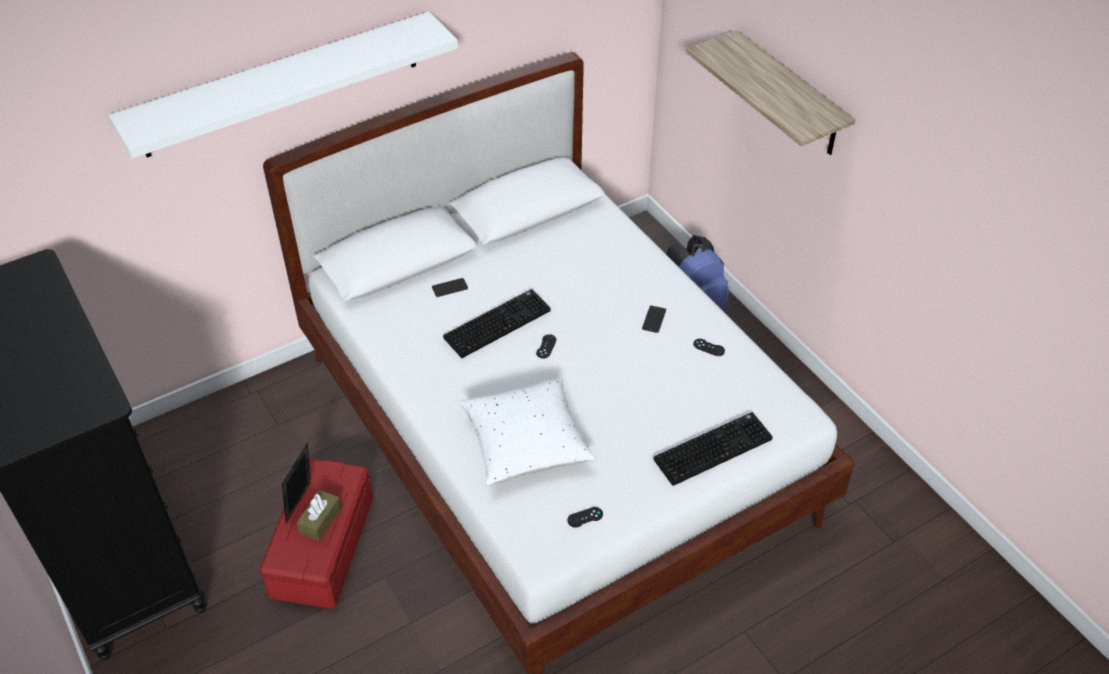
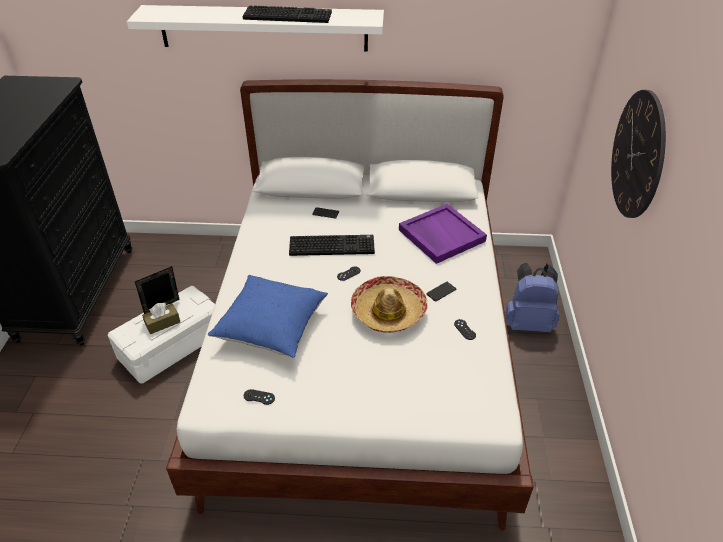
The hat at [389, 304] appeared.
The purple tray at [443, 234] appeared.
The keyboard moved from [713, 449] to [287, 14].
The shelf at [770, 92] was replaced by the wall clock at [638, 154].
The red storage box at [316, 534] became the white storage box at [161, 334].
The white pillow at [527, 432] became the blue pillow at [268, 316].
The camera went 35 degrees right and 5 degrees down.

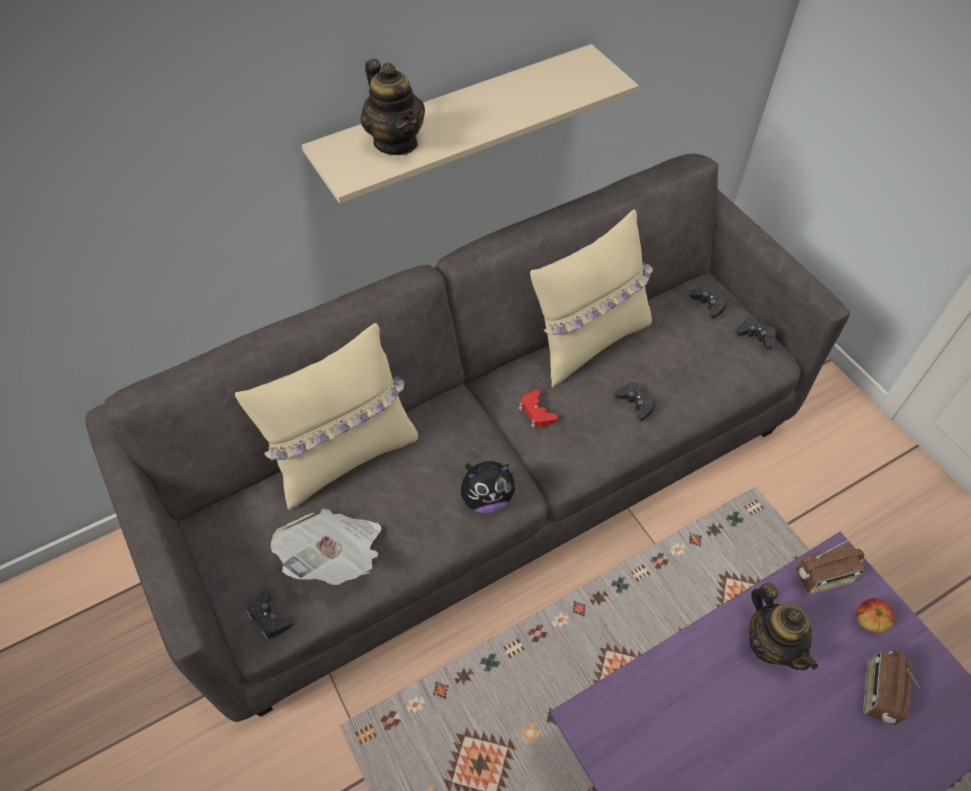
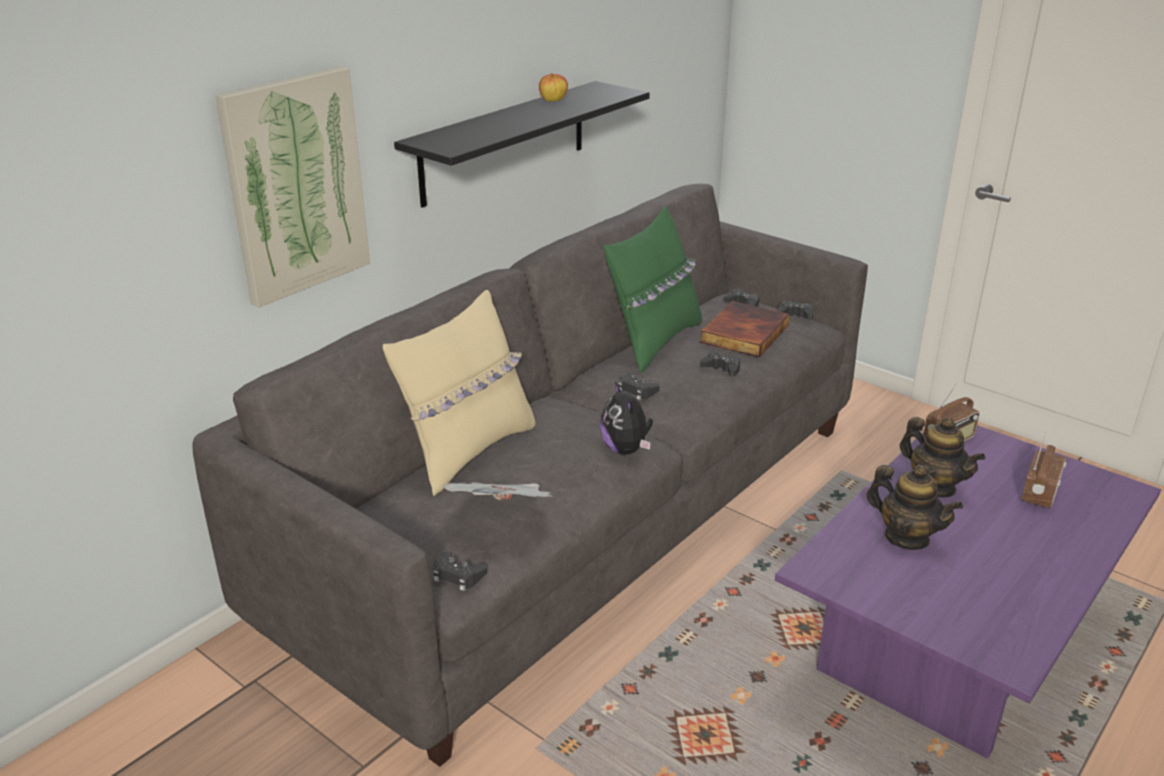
The picture at [292, 186] appeared.
The book at [745, 329] appeared.
The teapot moved from [393, 107] to [914, 507].
The apple moved from [875, 615] to [553, 87].
The beige shelf at [470, 123] became the black shelf at [522, 144].
The red game controller at [538, 408] became the black game controller at [639, 386].
The beige pillow at [591, 298] became the green pillow at [653, 290].
The plush toy at [488, 487] turned 105 degrees clockwise.
The radio at [891, 687] turned 150 degrees counterclockwise.
The camera went 20 degrees left and 25 degrees down.

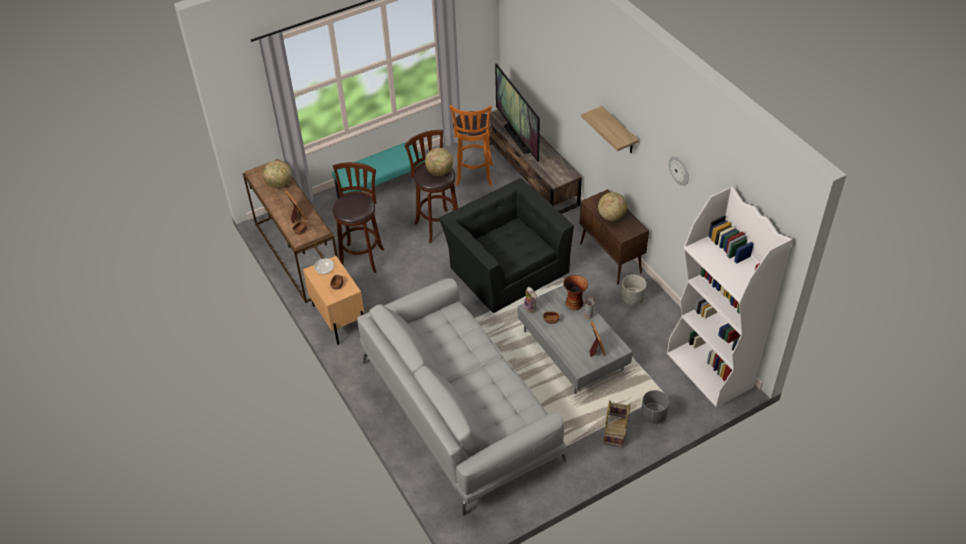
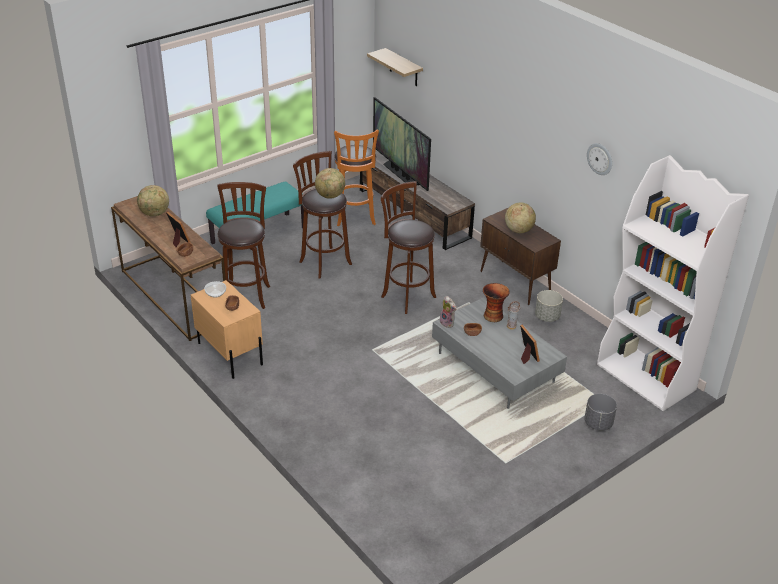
The grey sofa at [462, 397] disappeared.
The basket at [616, 423] disappeared.
The shelf moved from [610, 129] to [395, 67].
The black armchair at [506, 245] was replaced by the brown stool at [408, 247].
The camera went 10 degrees left and 10 degrees down.

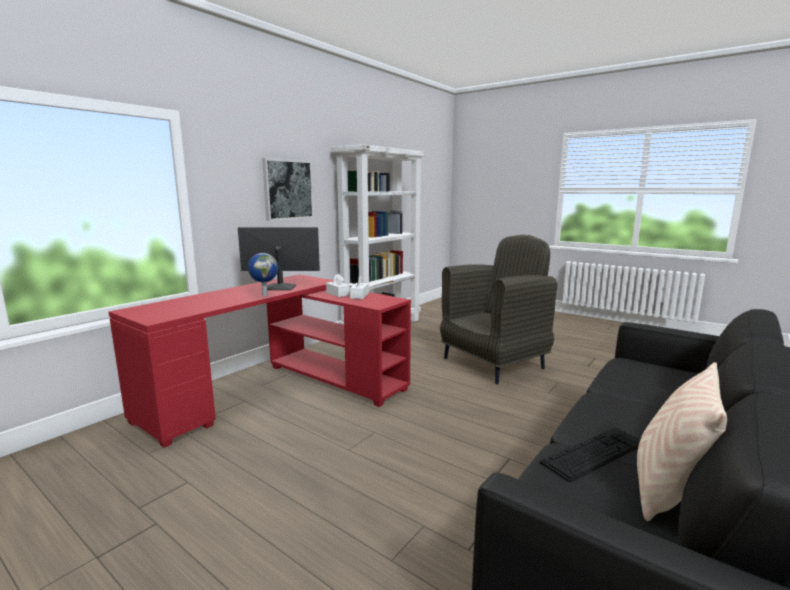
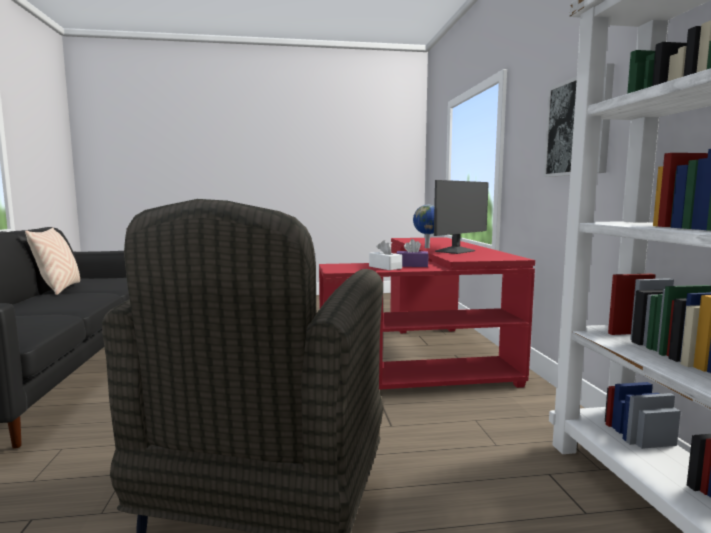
The keyboard at [590, 454] disappeared.
The white tissue box at [338, 285] became the purple tissue box at [412, 253].
The camera went 135 degrees right and 5 degrees down.

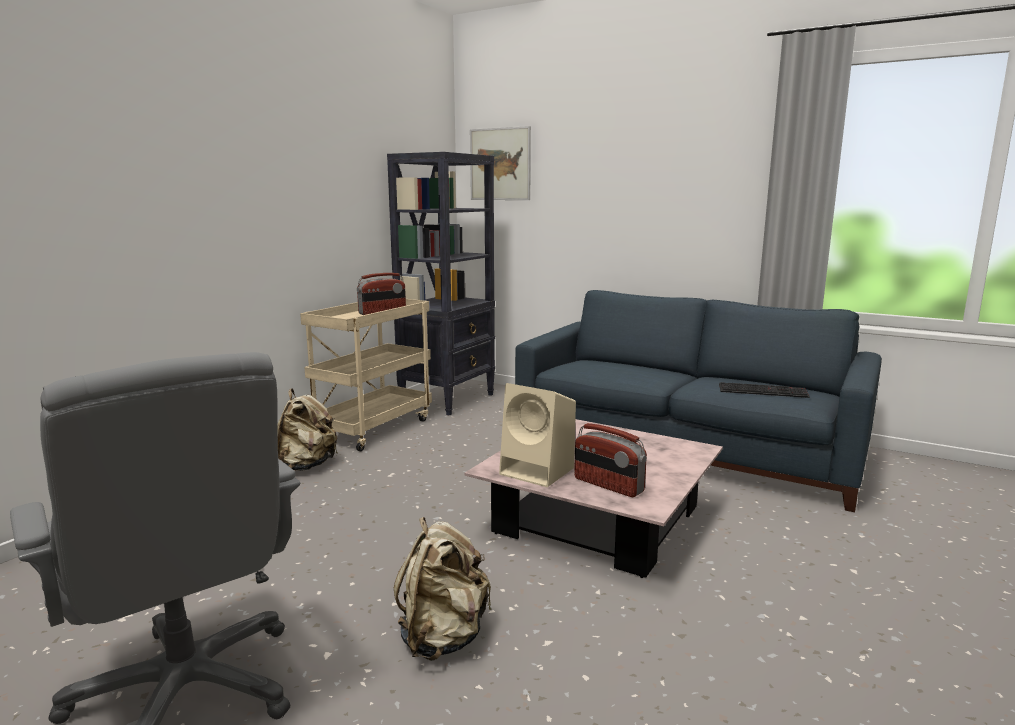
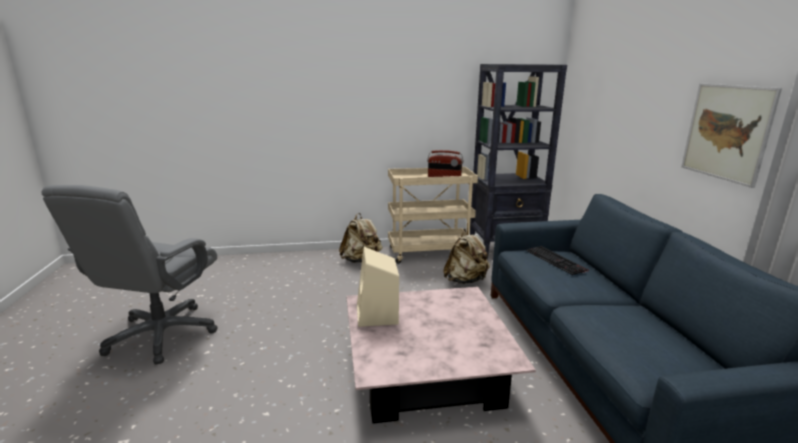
The radio at [610, 460] disappeared.
The beige backpack moved from [443, 589] to [466, 256].
The picture moved from [500, 163] to [731, 135].
The keyboard moved from [764, 390] to [557, 260].
The camera went 50 degrees right and 5 degrees up.

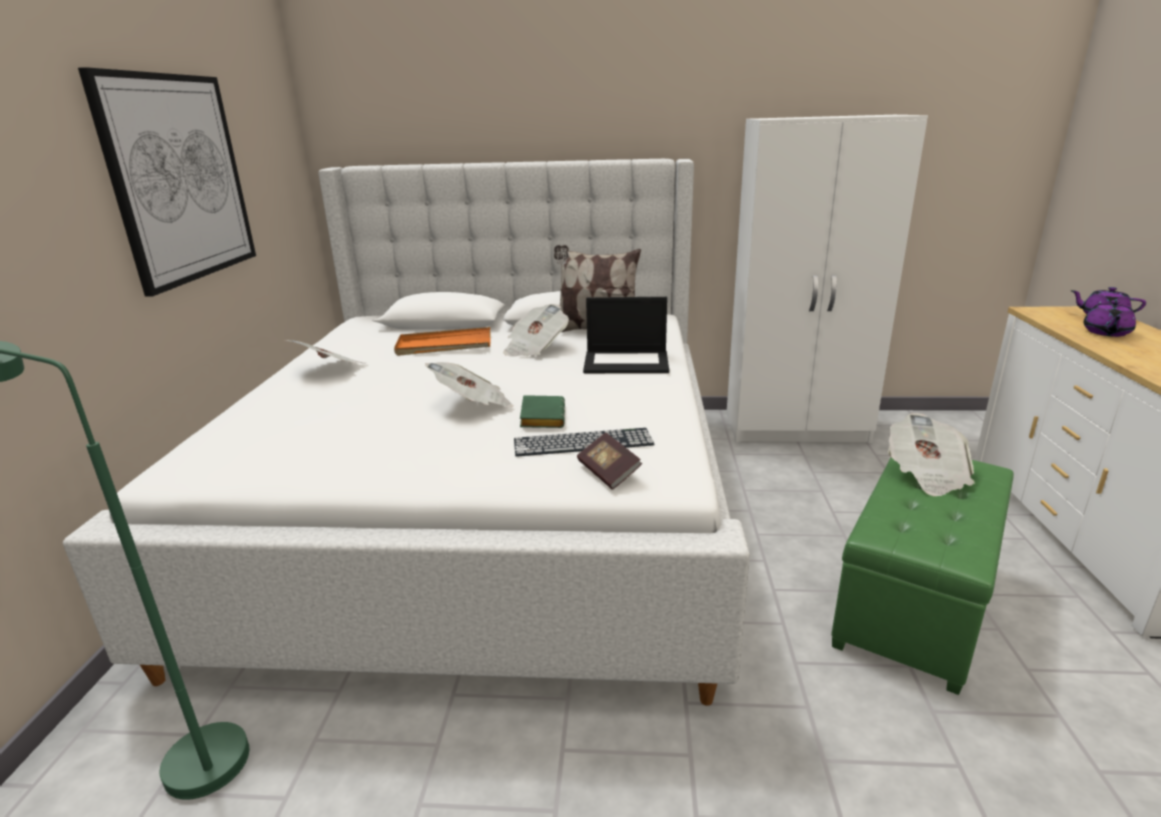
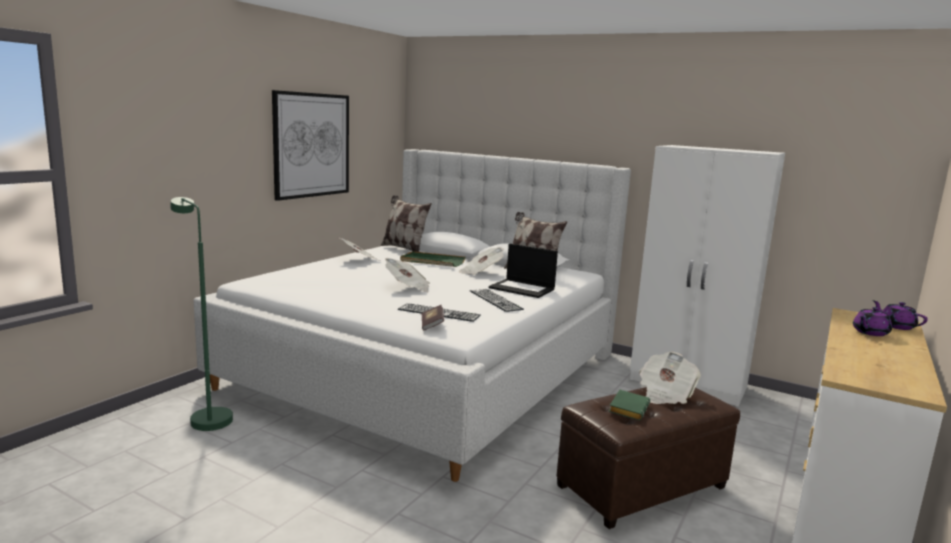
The pillow at [406, 223] appeared.
The keyboard at [497, 300] appeared.
The green book moved from [542, 411] to [629, 405].
The orange tray at [442, 341] became the green tray at [433, 259].
The green ottoman at [923, 576] became the brown ottoman at [648, 458].
The camera went 25 degrees right and 10 degrees down.

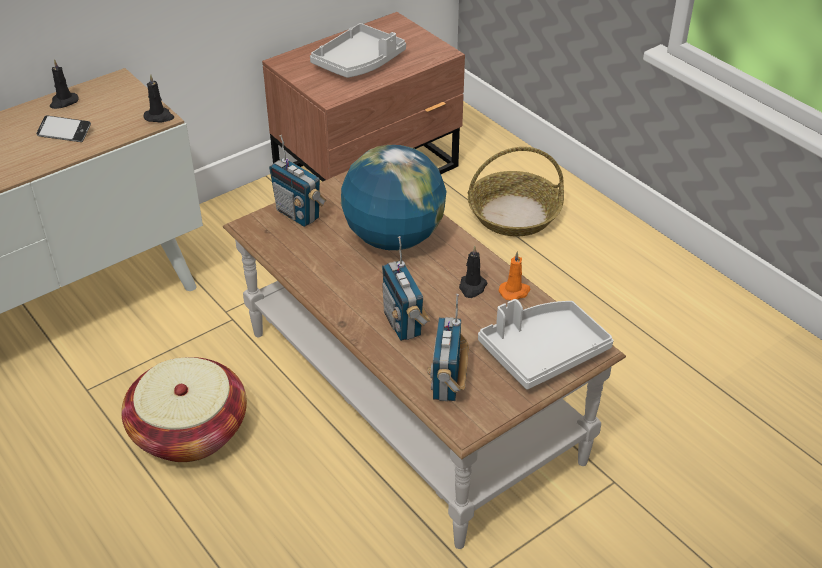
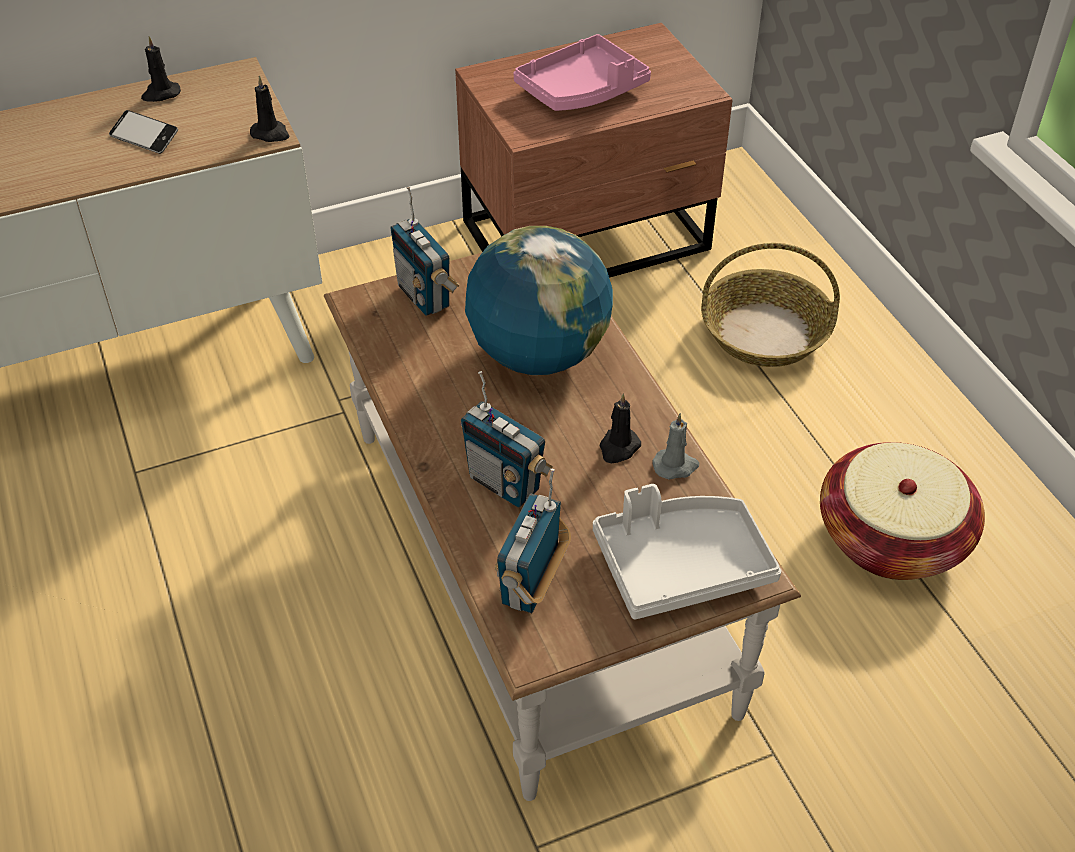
The basket moved from [184, 409] to [902, 511].
The grey tray at [358, 50] became the pink tray at [582, 72].
The orange candle at [515, 275] became the grey candle at [675, 446].
The radio at [406, 288] turned 45 degrees counterclockwise.
The camera went 15 degrees right and 5 degrees up.

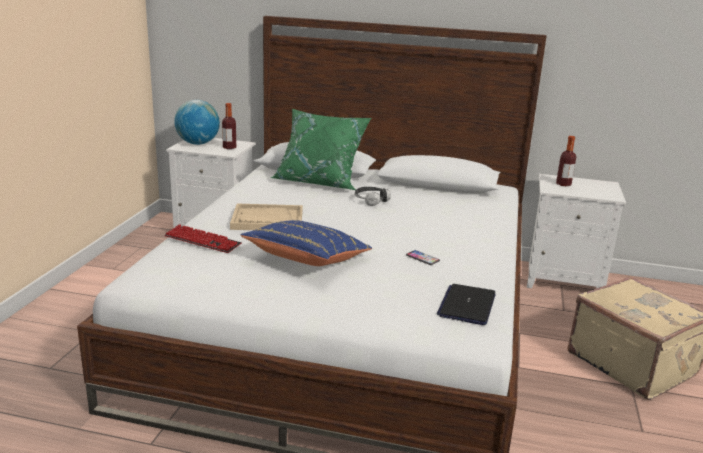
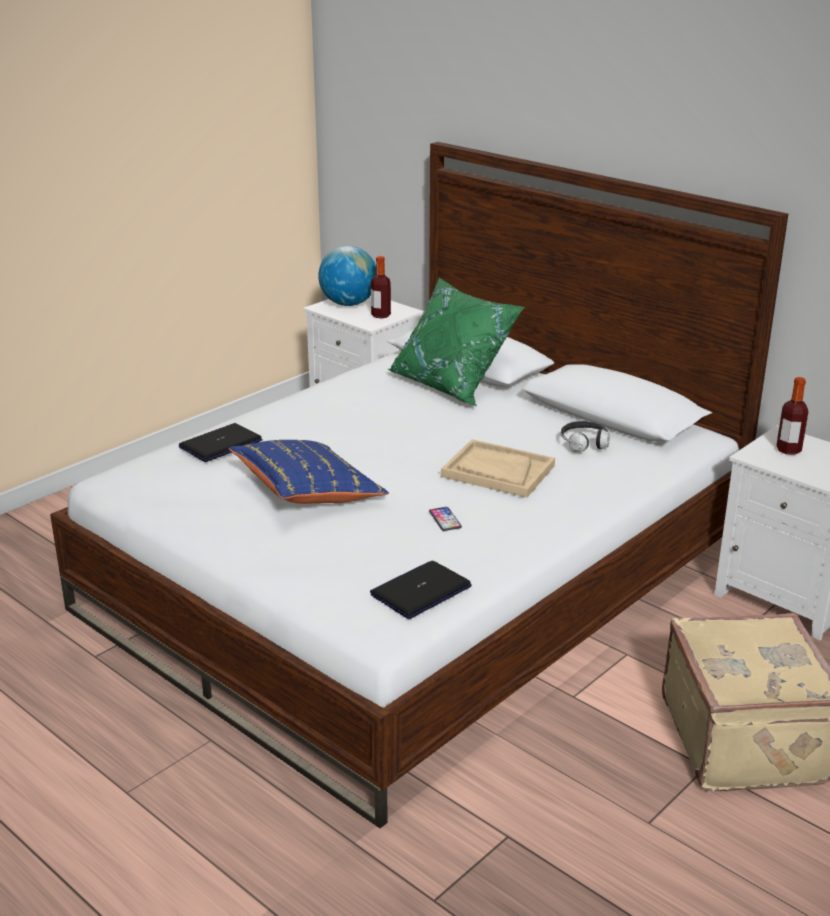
The beige tray moved from [266, 217] to [498, 468].
The headphones moved from [373, 196] to [585, 436].
The keyboard at [203, 238] was replaced by the laptop at [221, 442].
The camera went 30 degrees right and 5 degrees up.

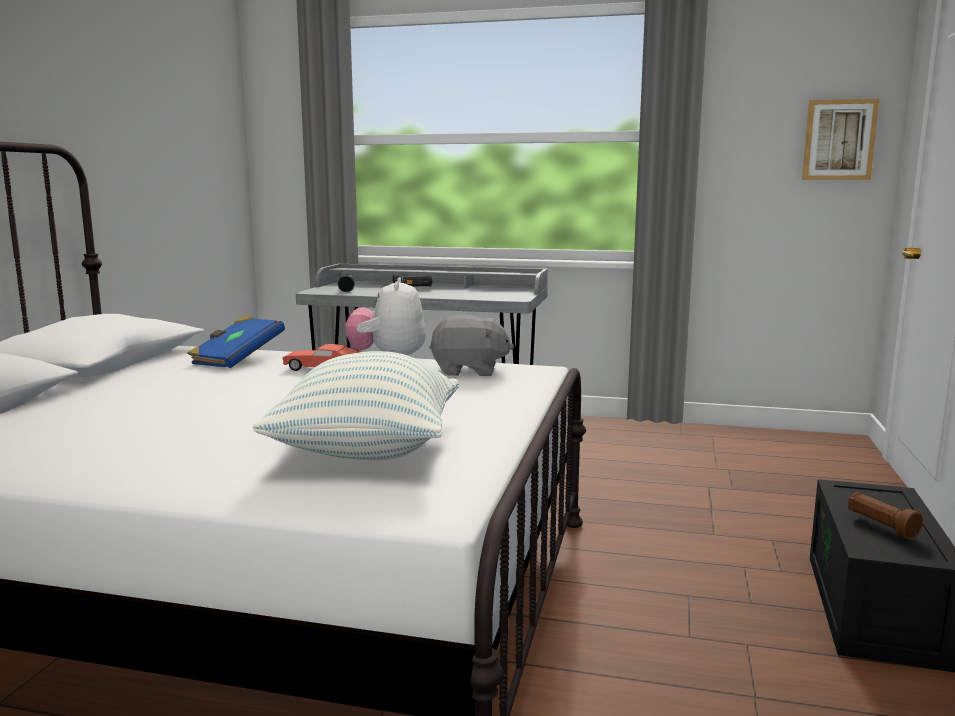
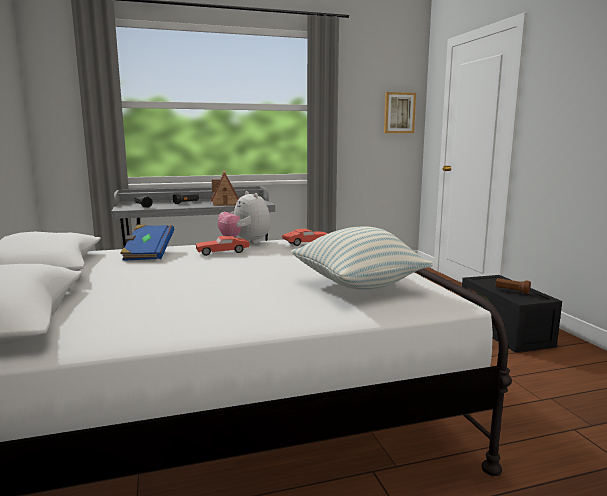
The toy house at [224, 188] appeared.
The grey plush toy at [471, 345] was replaced by the red toy car at [305, 237].
The camera went 30 degrees left and 0 degrees up.

